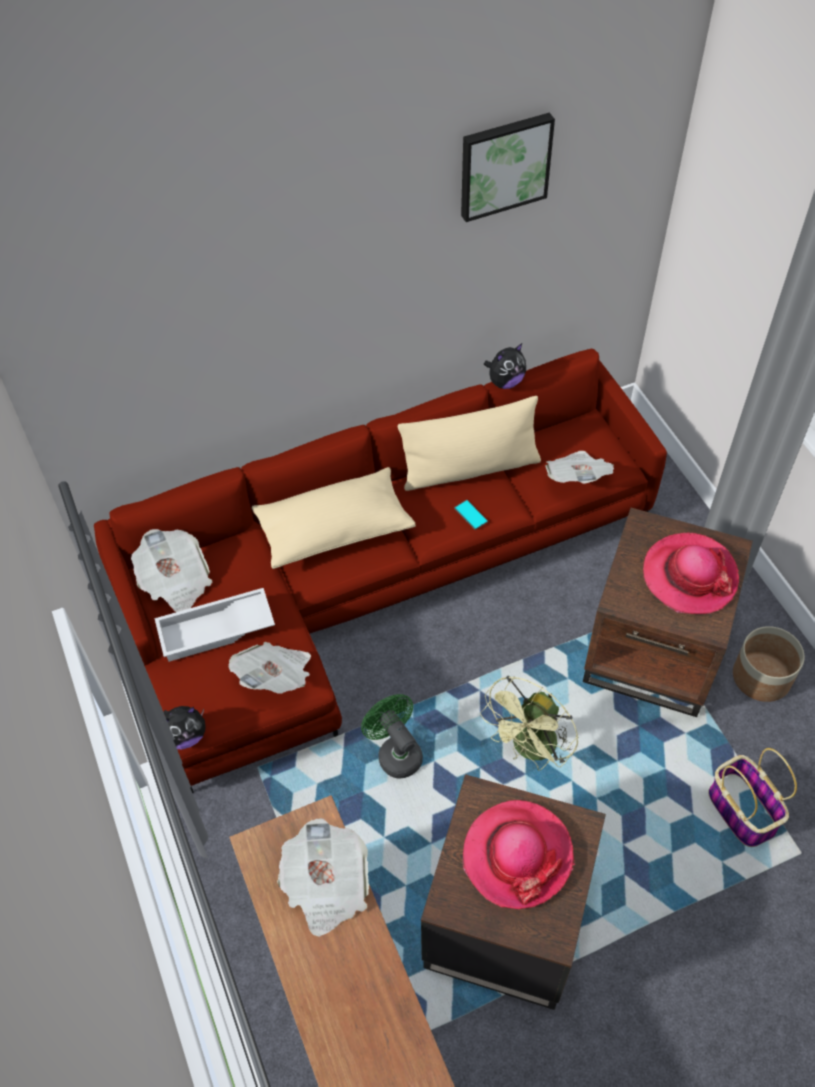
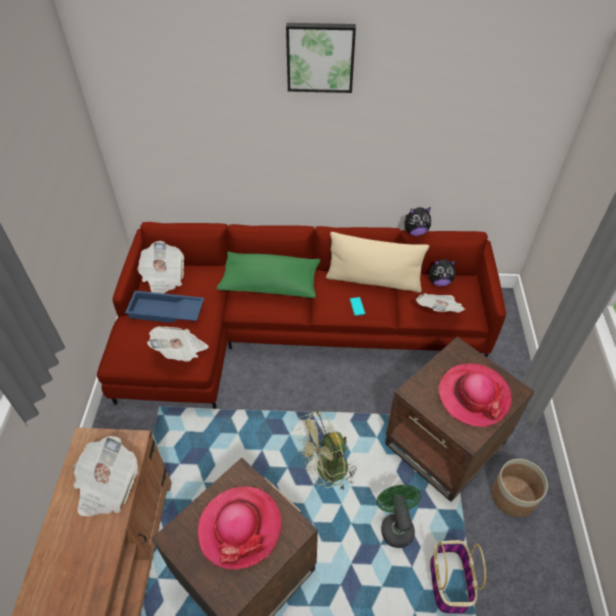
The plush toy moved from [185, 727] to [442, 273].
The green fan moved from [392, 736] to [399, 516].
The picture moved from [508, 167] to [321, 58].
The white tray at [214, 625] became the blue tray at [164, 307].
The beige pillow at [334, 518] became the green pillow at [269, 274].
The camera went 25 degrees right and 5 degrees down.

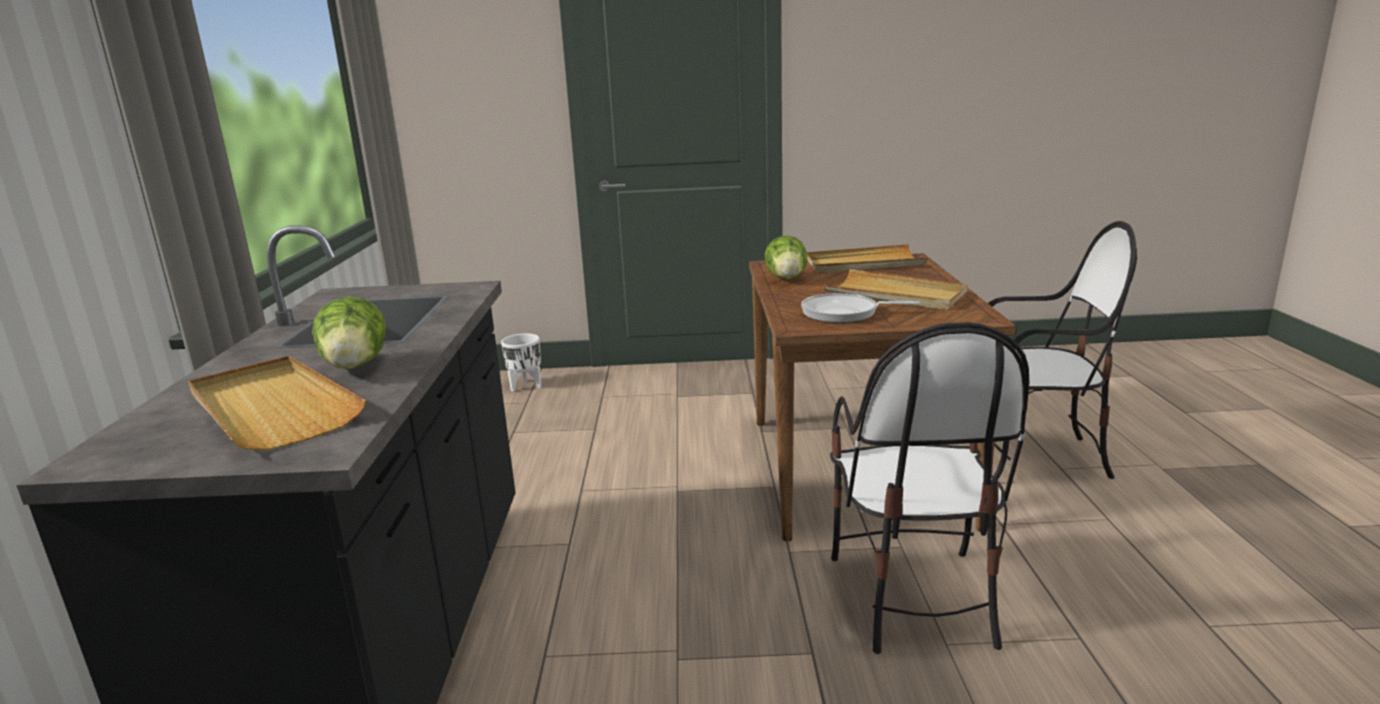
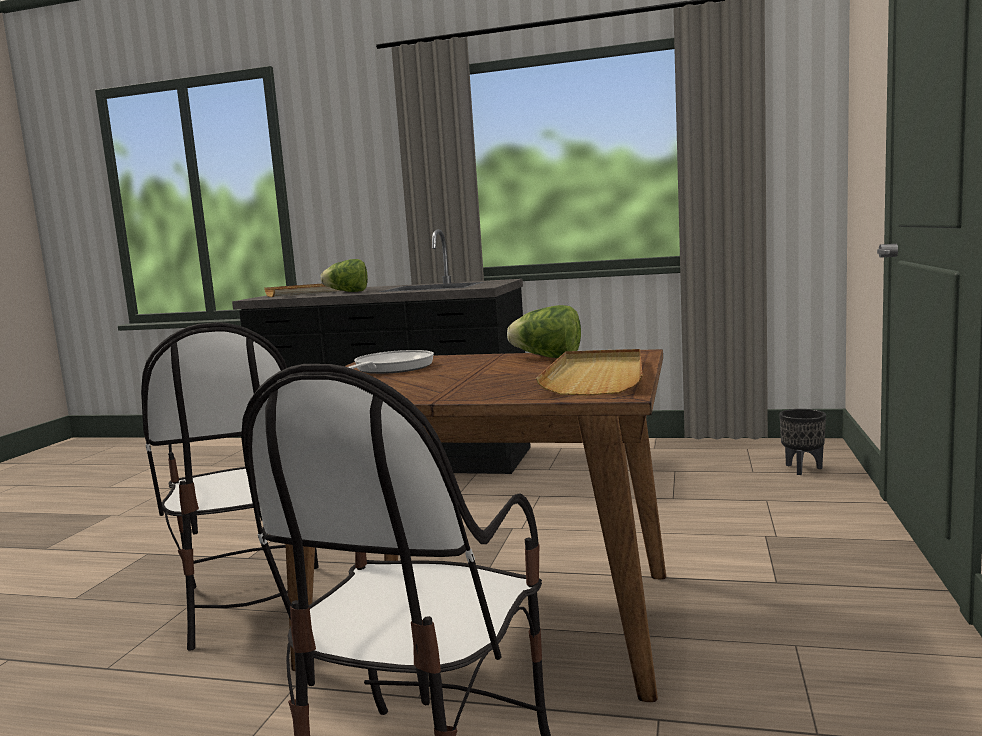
The beige tray at [895, 289] disappeared.
The white planter at [521, 362] became the black planter at [803, 442].
The chair at [929, 488] turned 120 degrees counterclockwise.
The camera went 105 degrees right and 10 degrees down.

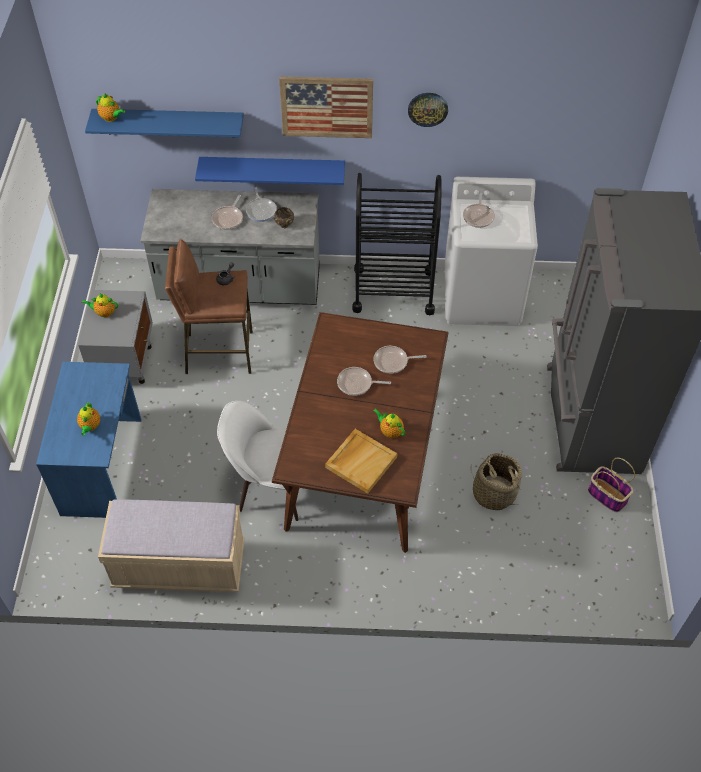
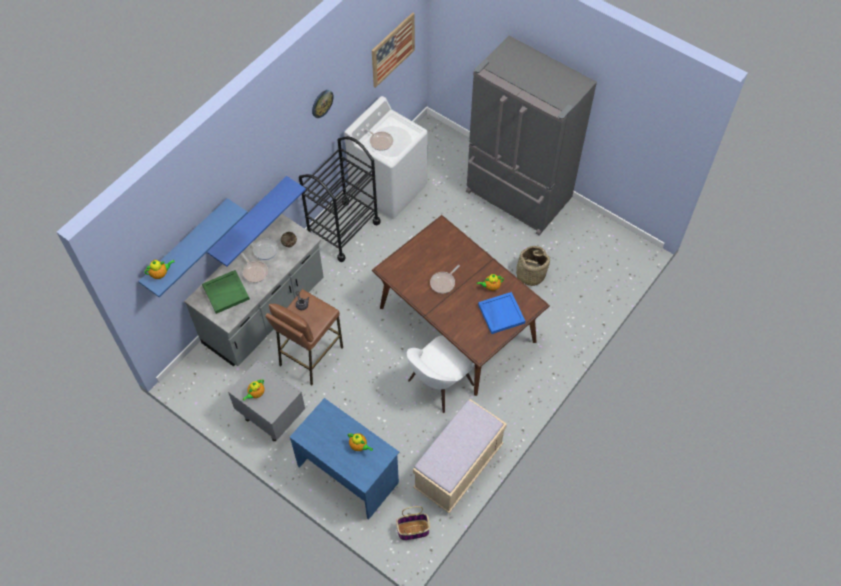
The frying pan at [400, 360] disappeared.
The green tray at [226, 292] appeared.
The picture moved from [326, 107] to [393, 50].
The basket moved from [611, 485] to [413, 523].
The beige tray at [361, 461] became the blue tray at [501, 313].
The camera went 55 degrees left and 5 degrees up.

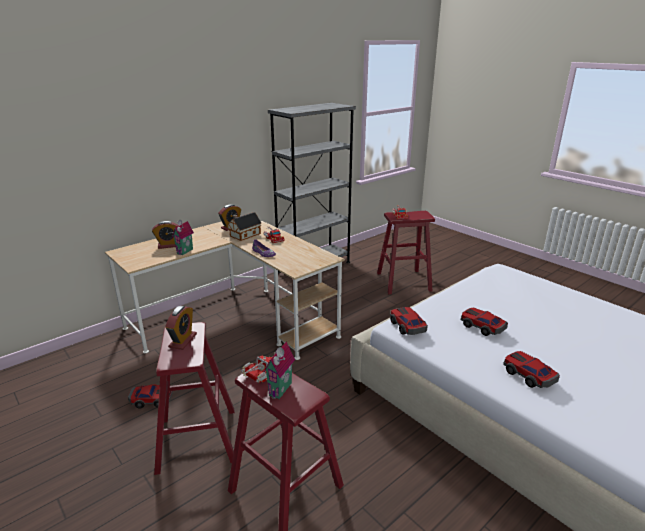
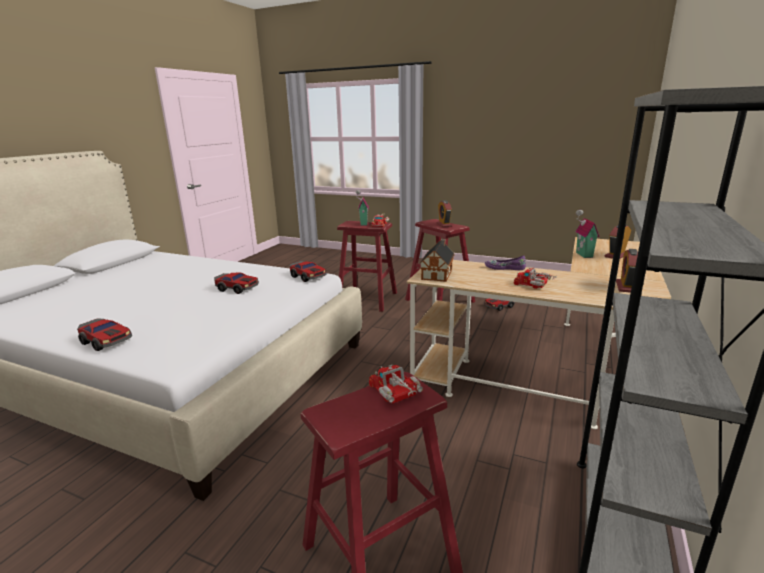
The toy house moved from [244, 226] to [437, 260].
The toy car moved from [531, 369] to [104, 334].
The camera went 155 degrees right and 5 degrees down.

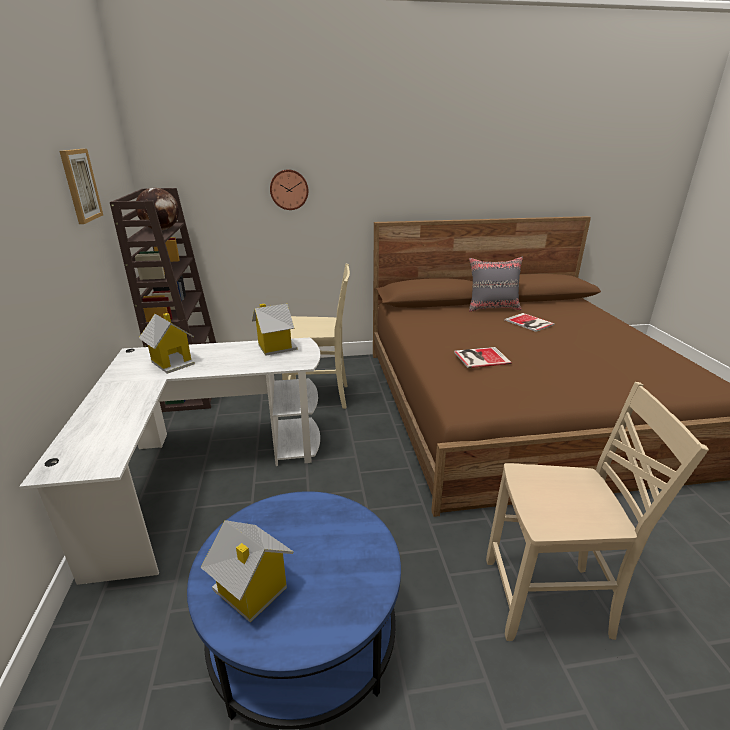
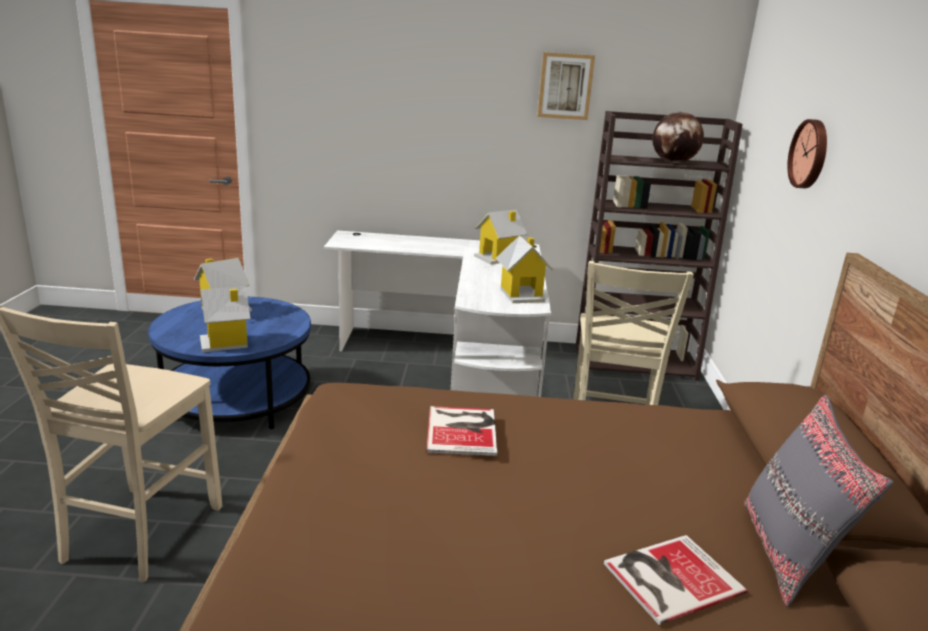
The toy house at [225, 319] appeared.
The camera went 100 degrees right and 5 degrees down.

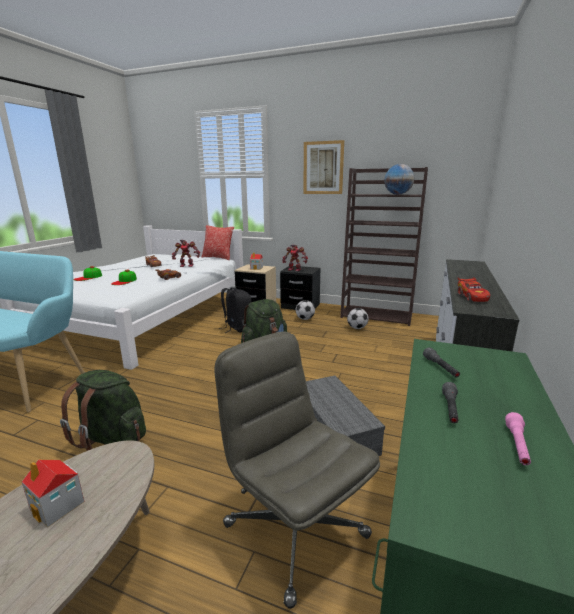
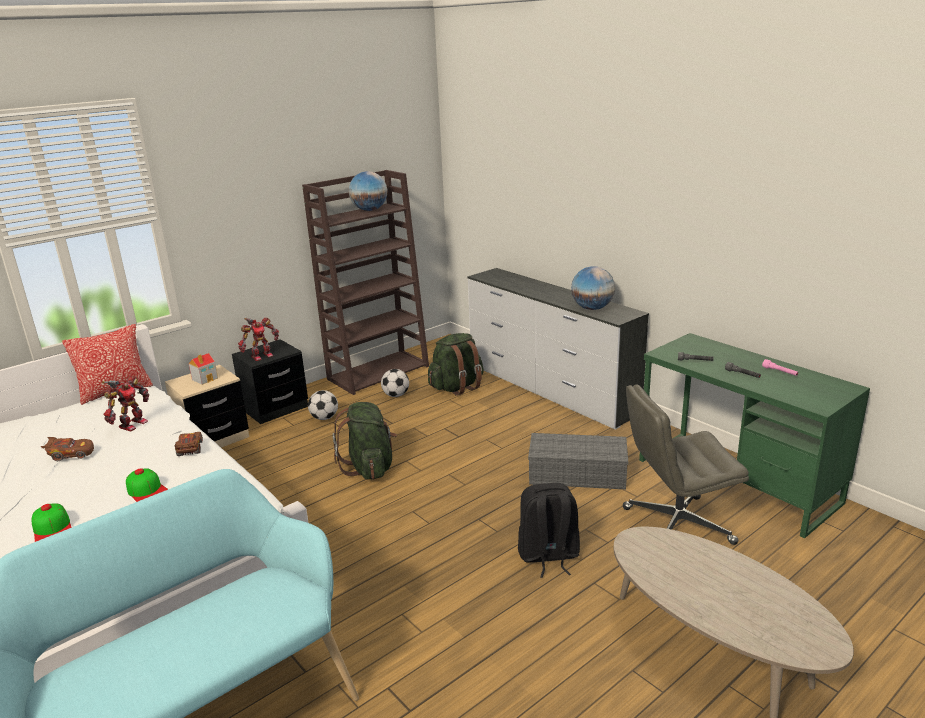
The toy house at [53, 494] disappeared.
The picture at [323, 167] disappeared.
The green backpack moved from [103, 410] to [456, 364].
The black backpack moved from [235, 310] to [549, 530].
The red toy car at [473, 289] was replaced by the globe at [593, 288].
The camera went 60 degrees left and 5 degrees up.

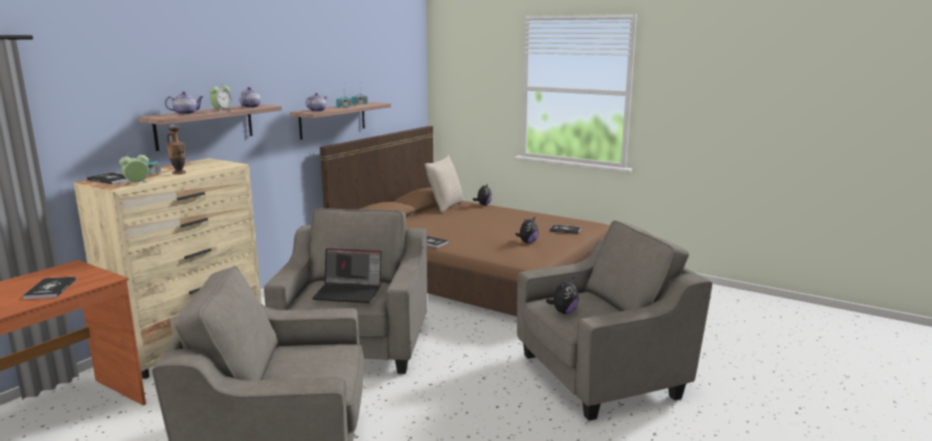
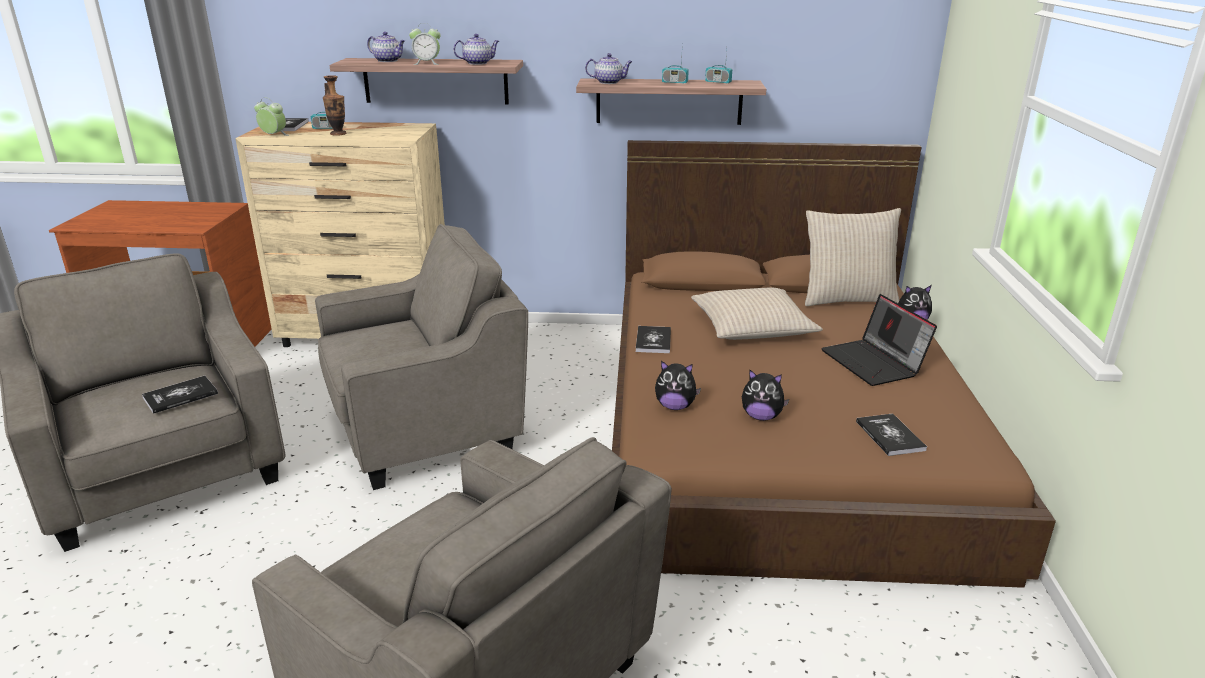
The beige pillow at [757, 314] appeared.
The book moved from [49, 288] to [180, 395].
The laptop moved from [347, 275] to [879, 340].
The plush toy moved from [562, 295] to [678, 385].
The camera went 60 degrees right and 10 degrees up.

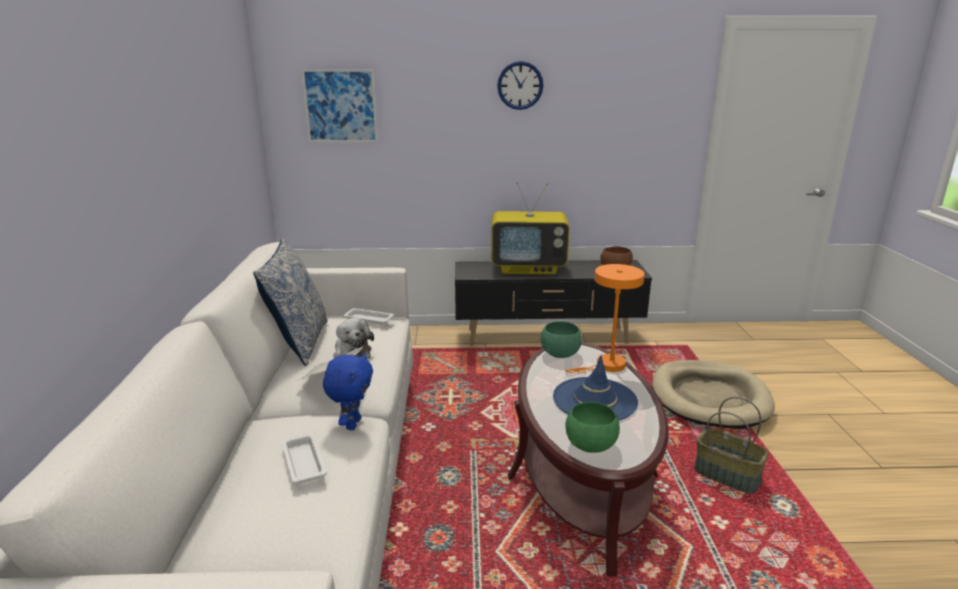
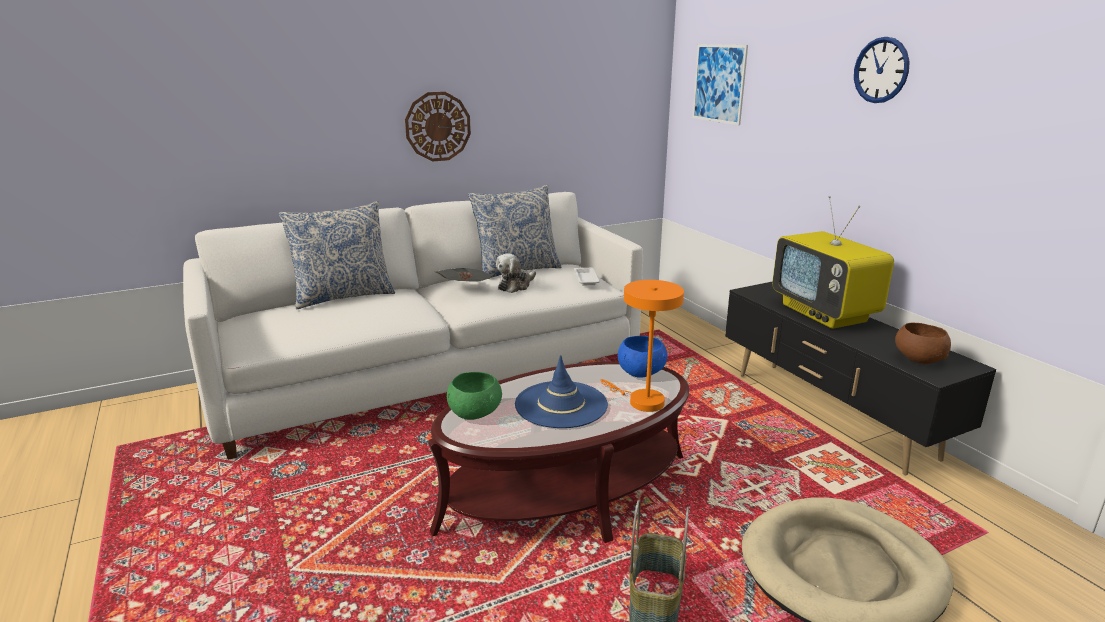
The white tray at [304, 458] disappeared.
The blue plush toy at [348, 391] disappeared.
The pillow at [337, 255] appeared.
The wall clock at [438, 127] appeared.
The green bowl at [561, 339] became the blue bowl at [642, 357].
The camera went 65 degrees right and 0 degrees up.

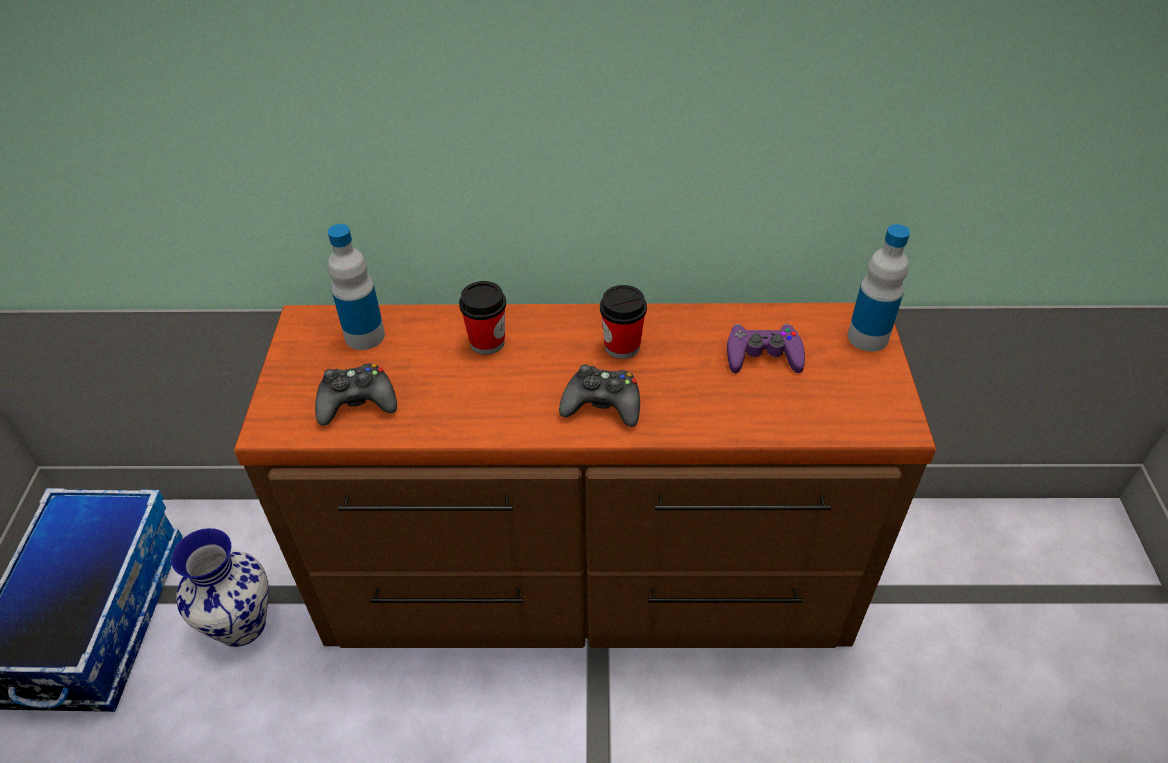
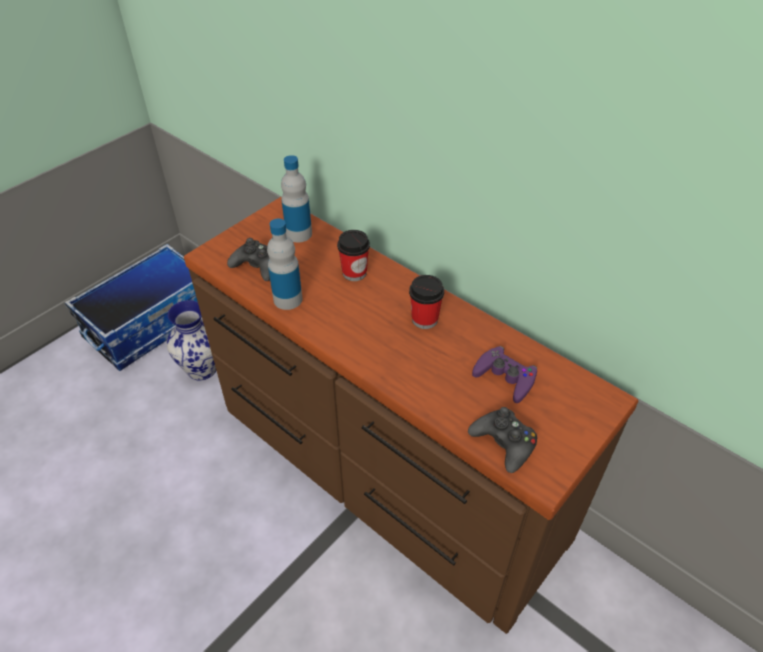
The black game controller moved from [599, 395] to [502, 440].
The bottle moved from [879, 288] to [285, 264].
The camera went 40 degrees right and 0 degrees up.

